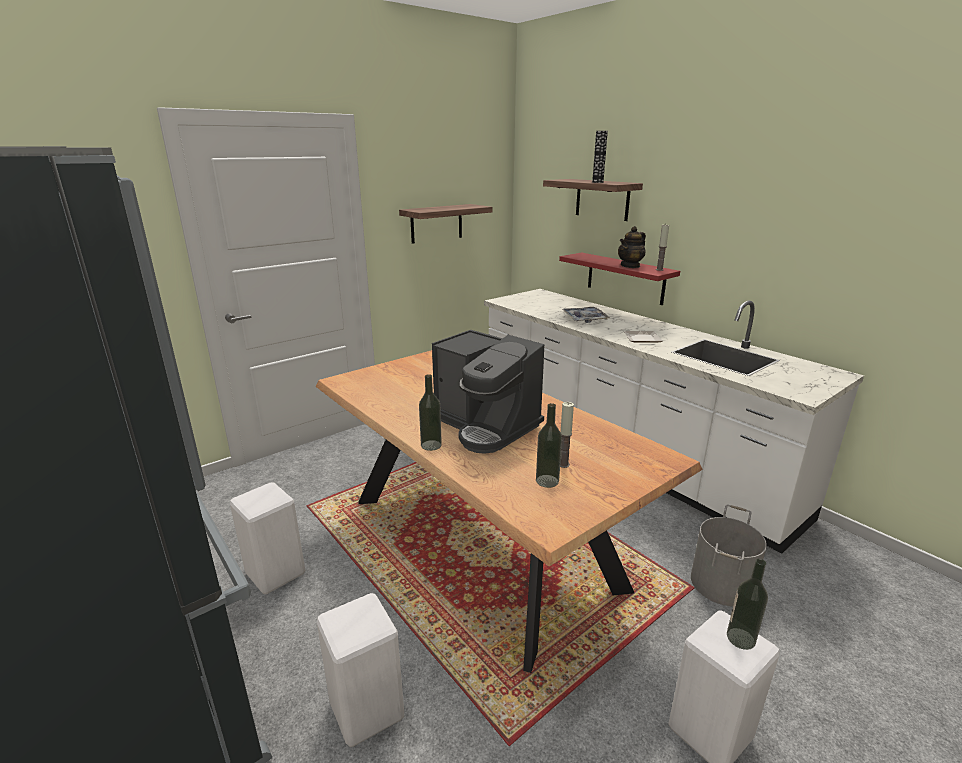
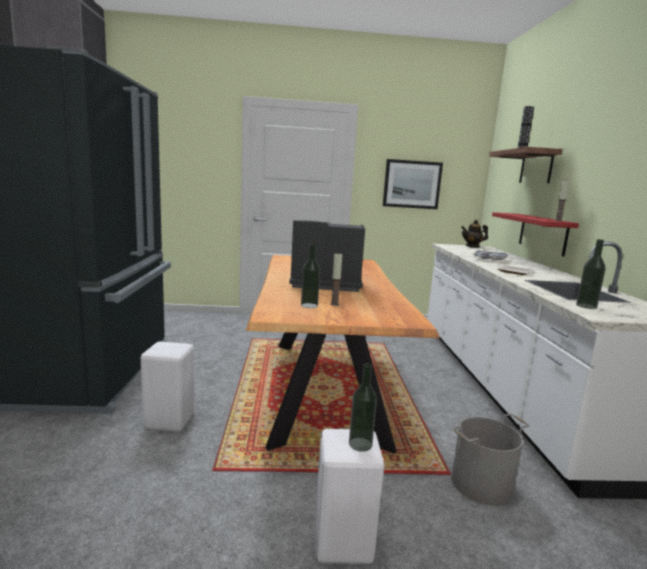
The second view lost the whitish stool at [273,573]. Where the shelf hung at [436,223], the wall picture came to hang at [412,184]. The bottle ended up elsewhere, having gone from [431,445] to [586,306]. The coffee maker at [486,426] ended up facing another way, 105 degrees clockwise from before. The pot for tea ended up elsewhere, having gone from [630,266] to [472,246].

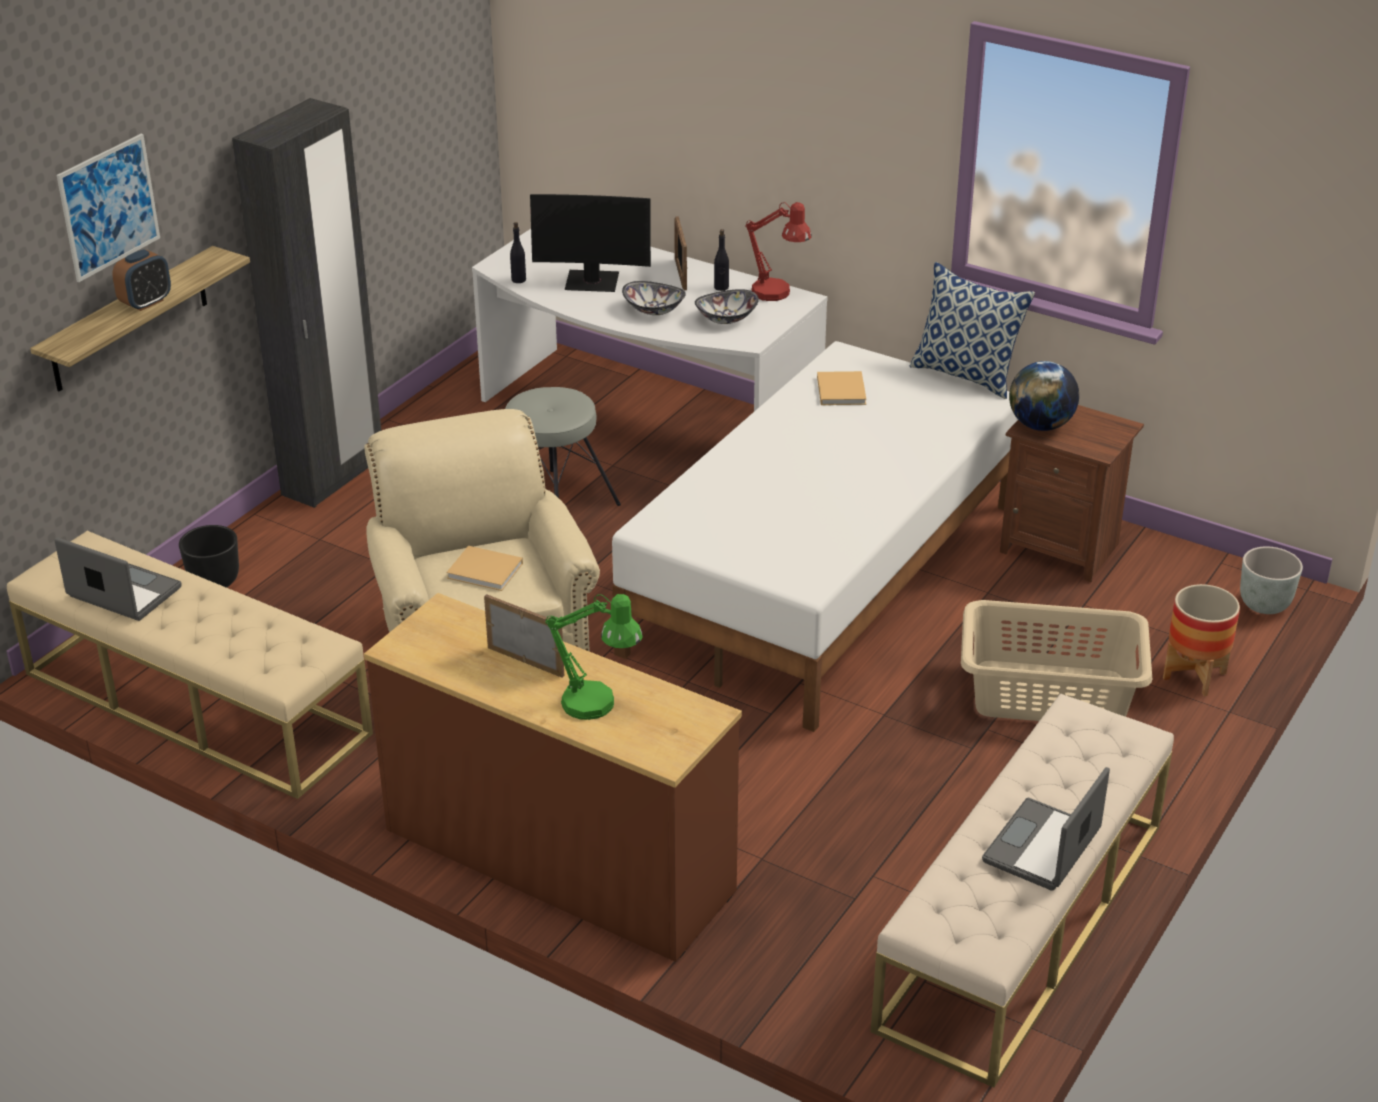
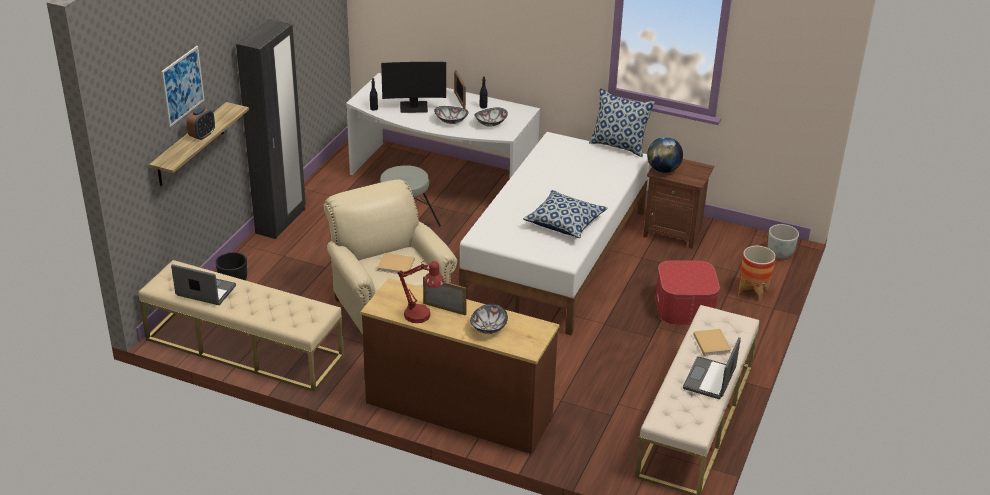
Where the green lamp for a table stood at [598,706], the deep dish came to stand at [488,328]. The reddish lamp for a table ended up elsewhere, having gone from [777,294] to [422,317]. The beige-coloured volume ended up elsewhere, having gone from [841,389] to [711,342]. Where the beige-coloured hamper stood at [1050,695], the pouffe came to stand at [684,307]. The second view gained the throw pillow at [565,223].

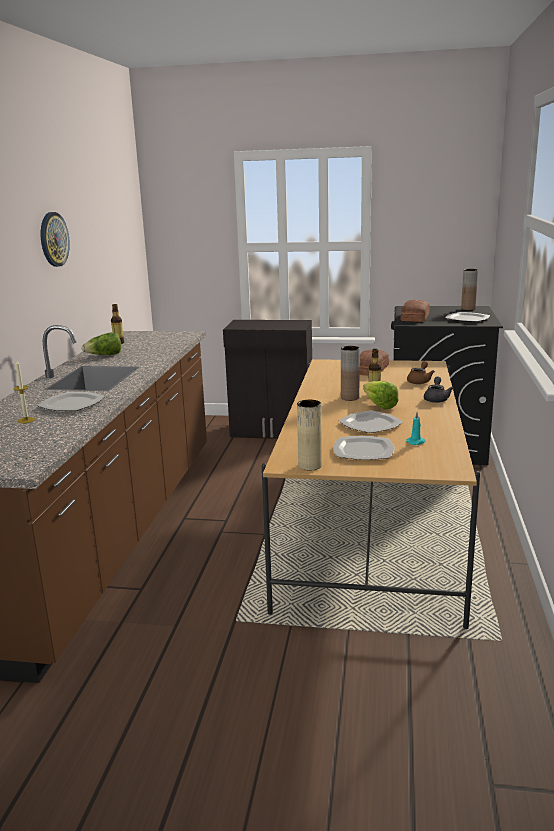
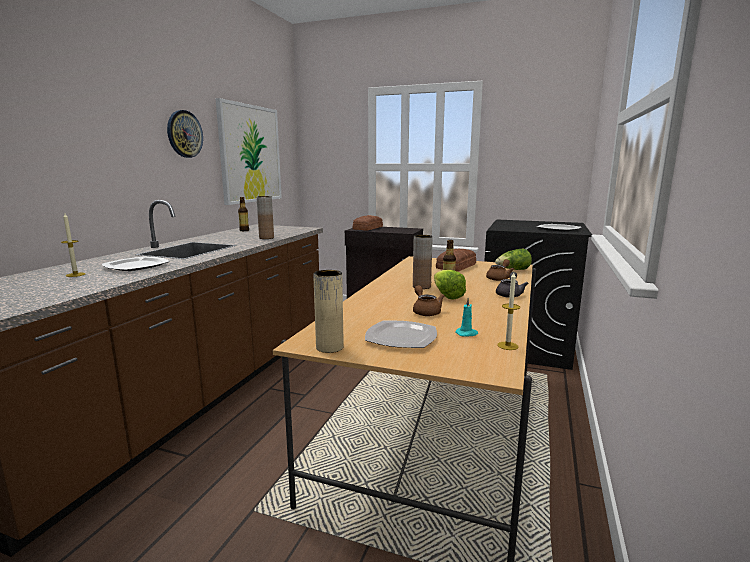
The lettuce ended up elsewhere, having gone from [104,355] to [513,270]. Where the dinner plate stood at [369,424], the brownish pot for tea came to stand at [425,311]. The baked bread ended up elsewhere, having gone from [414,317] to [367,228]. The brownish decorative vase ended up elsewhere, having gone from [468,309] to [266,238]. The second view gained the wall picture at [250,154]. The second view gained the wax light at [507,346].

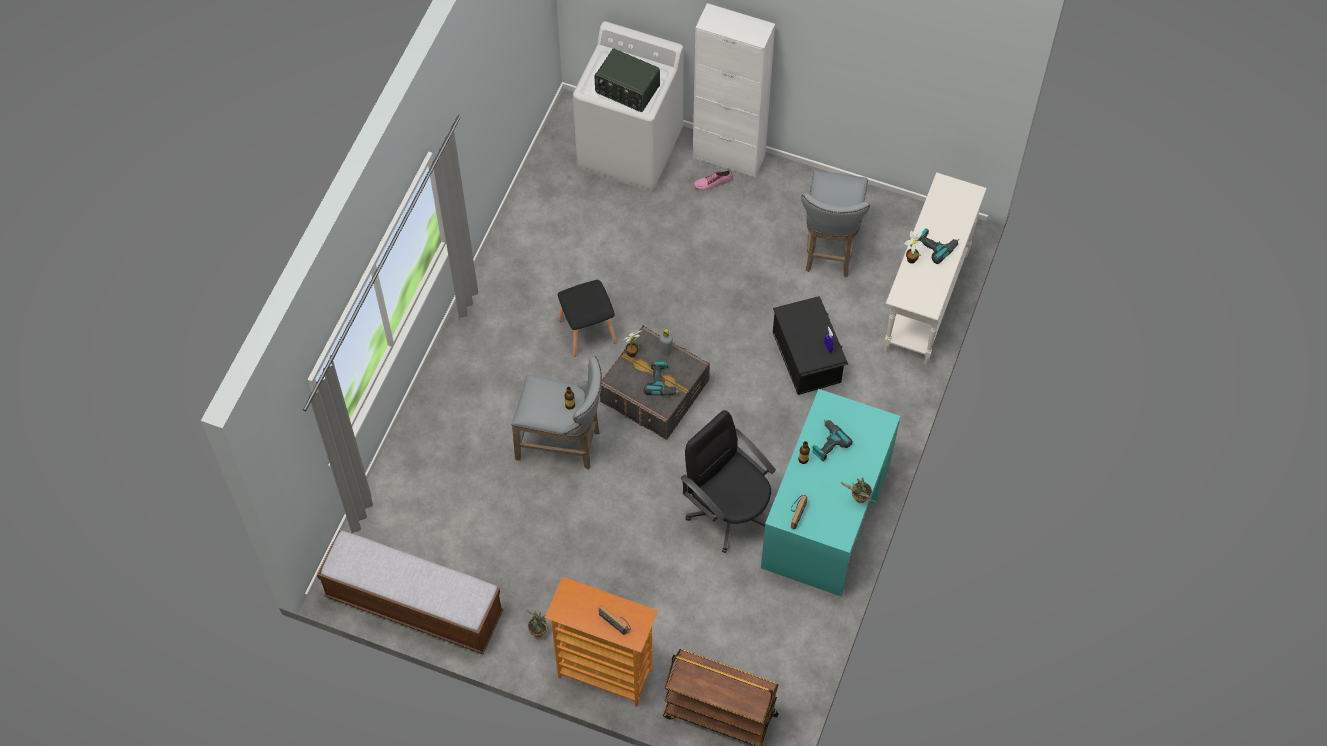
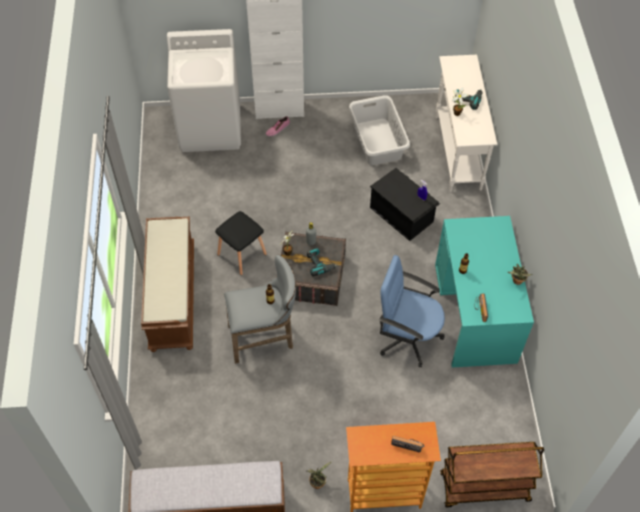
The second view lost the radio at [627,90]. What was the black office chair at [729,511] turned into the blue office chair at [407,336]. Where the greyish stool stood at [829,248], the greyish hamper came to stand at [377,142]. The second view lost the power drill at [827,443]. The second view gained the brownish long seat at [172,296].

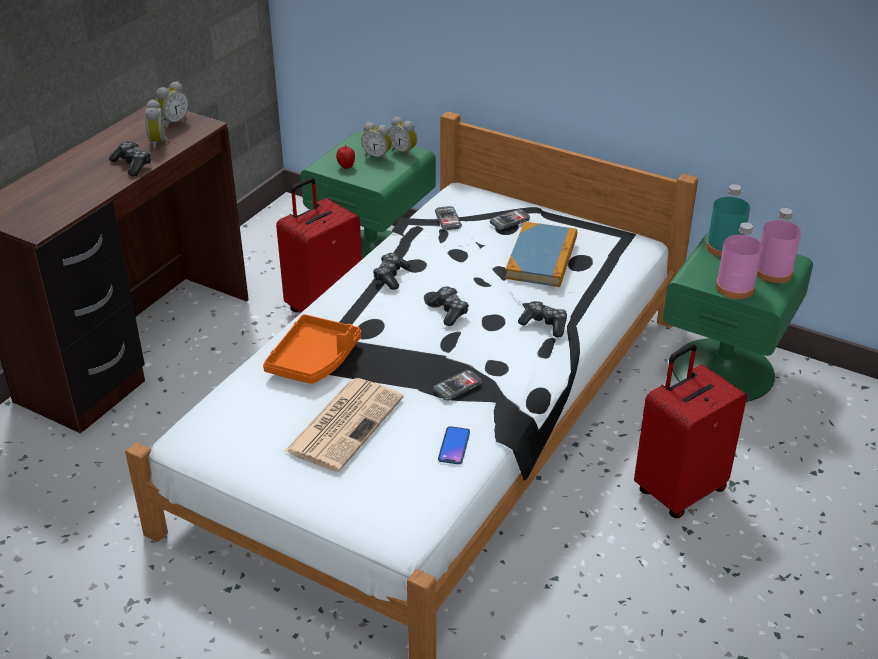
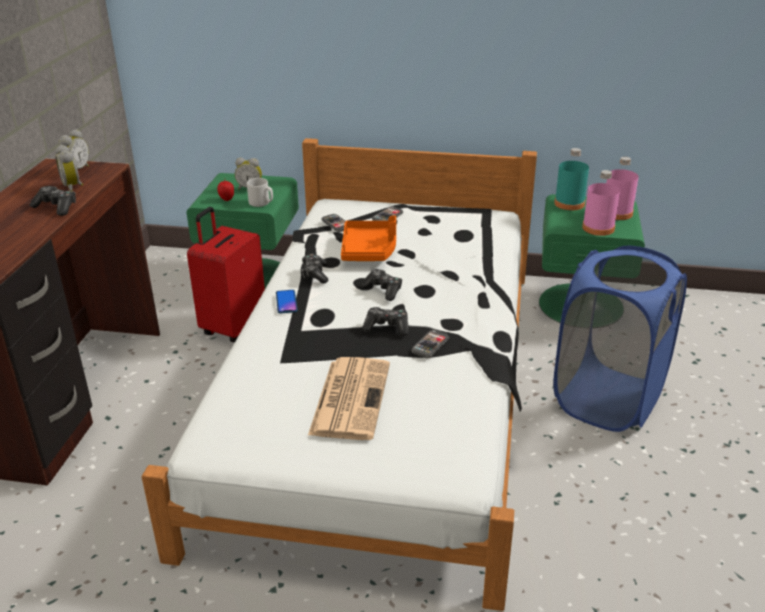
The orange carrying tray ended up elsewhere, having gone from [314,360] to [369,250]. The second view lost the bedside clock at [404,152]. The phone ended up elsewhere, having gone from [454,446] to [286,302]. The second view lost the volume at [542,258]. The gamepad ended up elsewhere, having gone from [544,324] to [387,327]. Where the reddish travel case stood at [678,490], the blue hamper came to stand at [607,399]. The second view gained the greyish tea mug at [261,203].

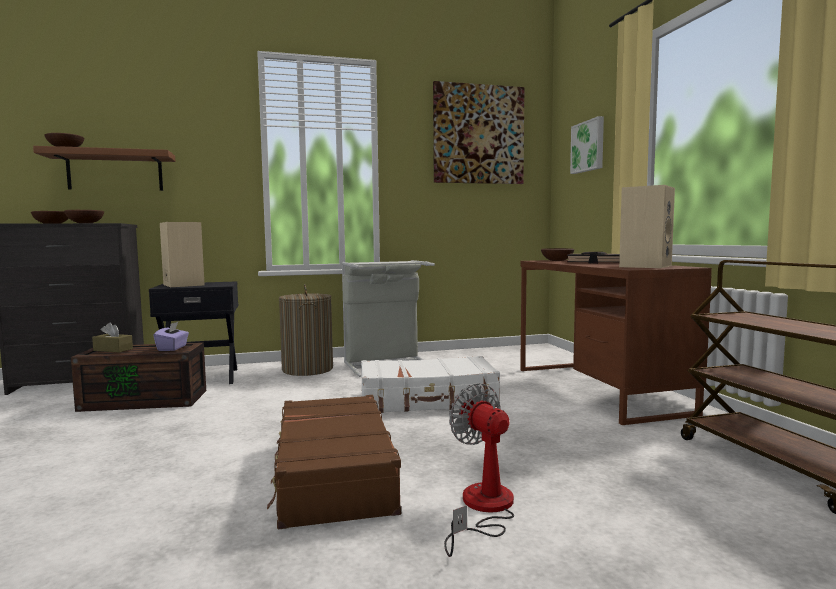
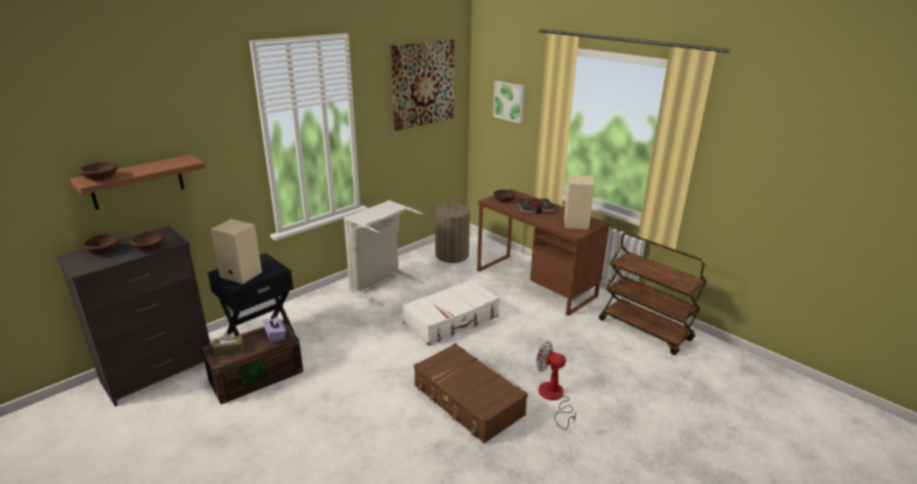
The hamper ended up elsewhere, having gone from [307,369] to [452,255].

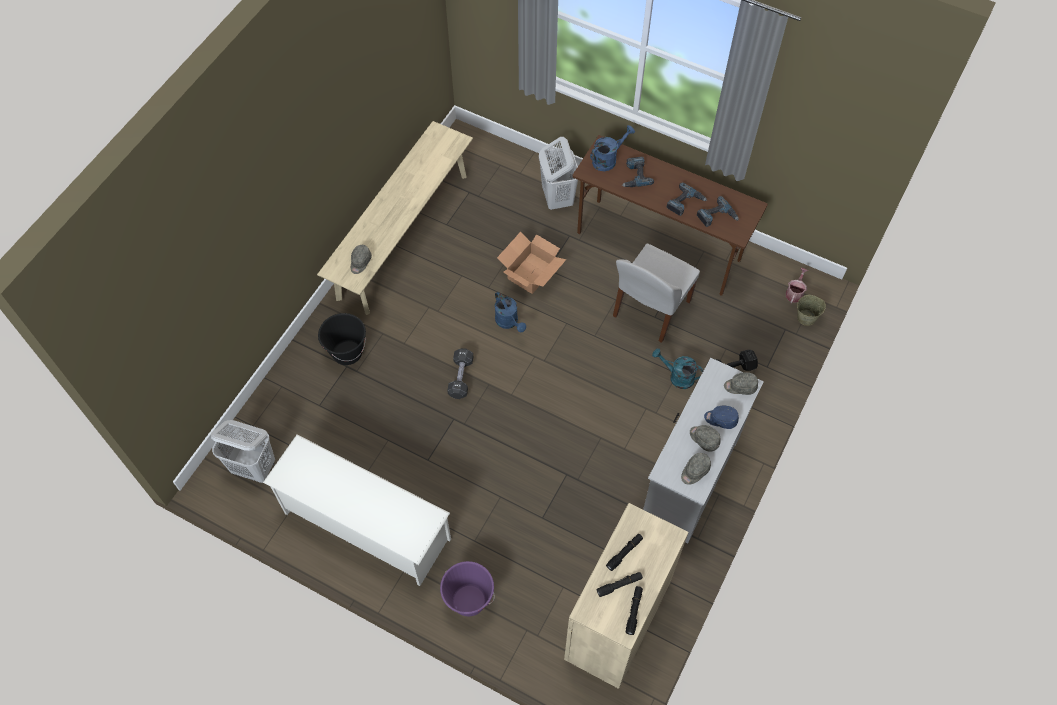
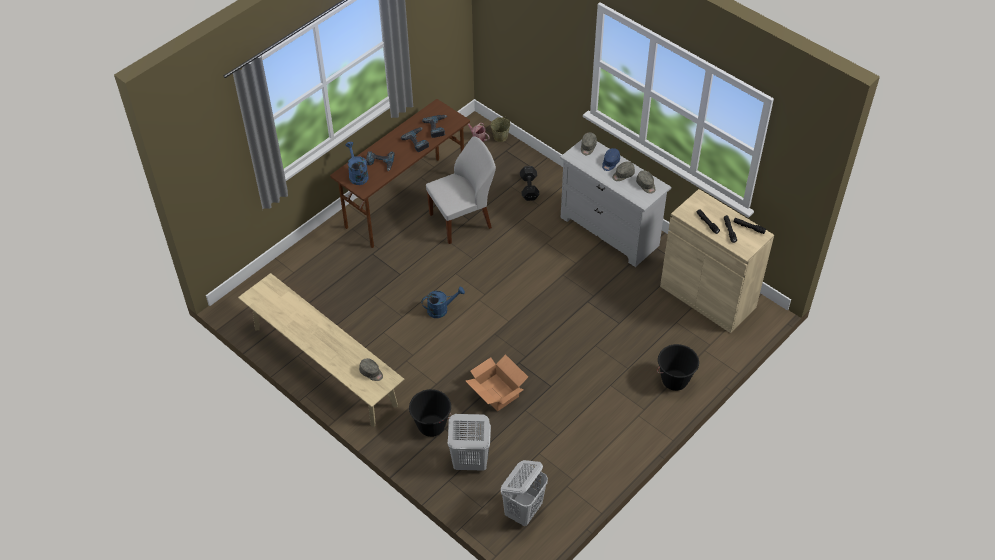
The second view lost the whitish shoe stand at [365,526]. What was the purplish water bucket at [469,600] turned into the black water bucket at [675,380]. The second view lost the black free weight at [461,378]. The carton ended up elsewhere, having gone from [530,273] to [496,393]. The whitish hamper ended up elsewhere, having gone from [557,198] to [469,462]. The whitish upright chair at [650,310] ended up facing another way, 75 degrees counterclockwise from before. The second view lost the turquoise-coloured sprinkling can at [677,376].

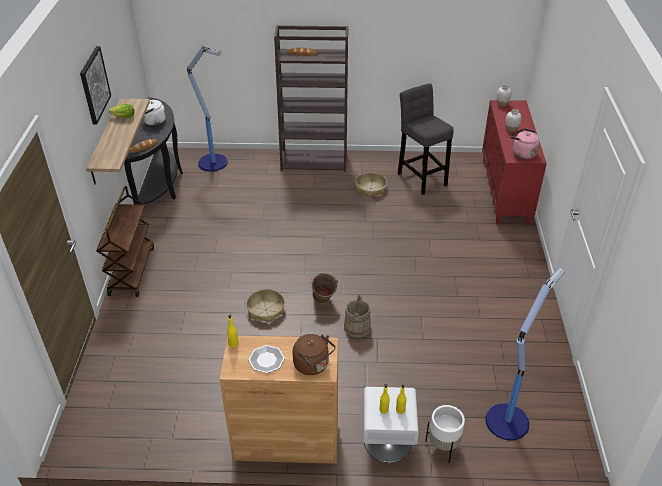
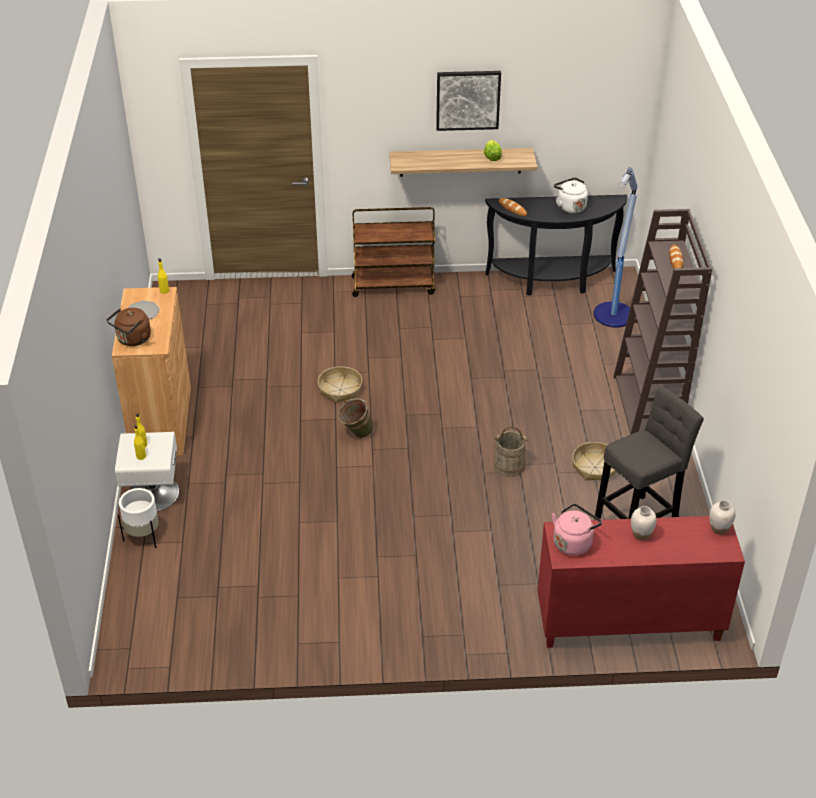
The beige-coloured water bucket ended up elsewhere, having gone from [357,327] to [509,465]. The second view lost the standing lamp at [507,420].

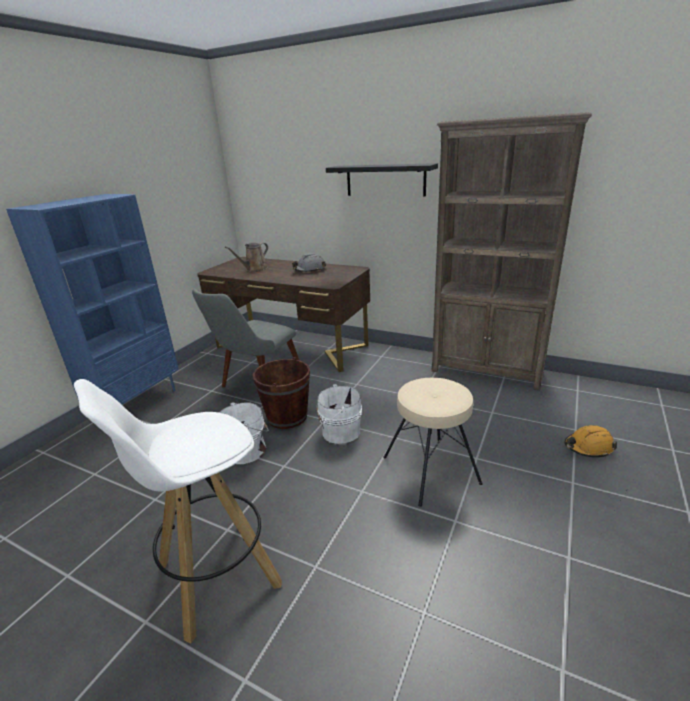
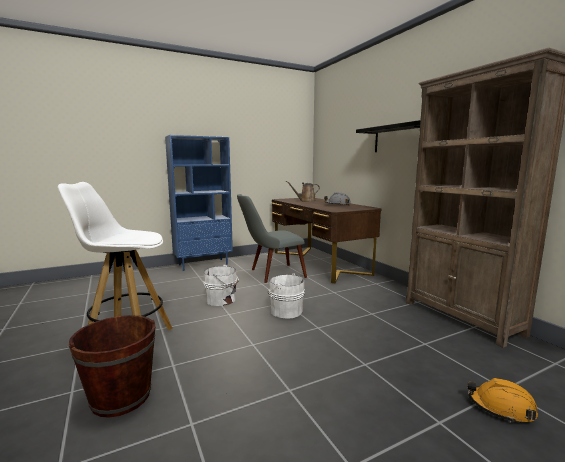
The brownish water bucket ended up elsewhere, having gone from [287,417] to [121,397]. The second view lost the beige-coloured stool at [431,469].

